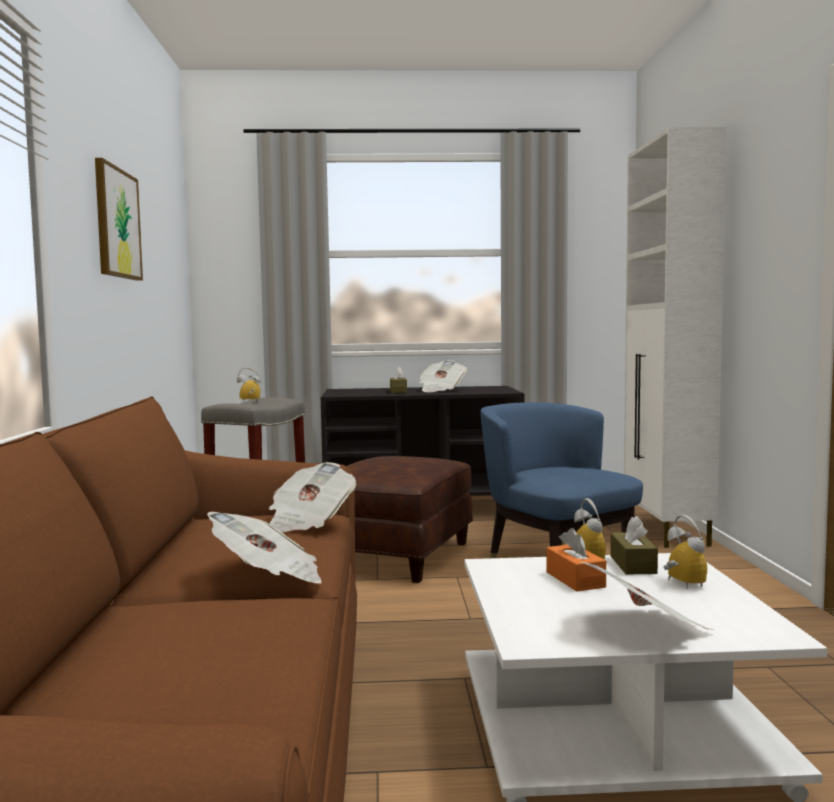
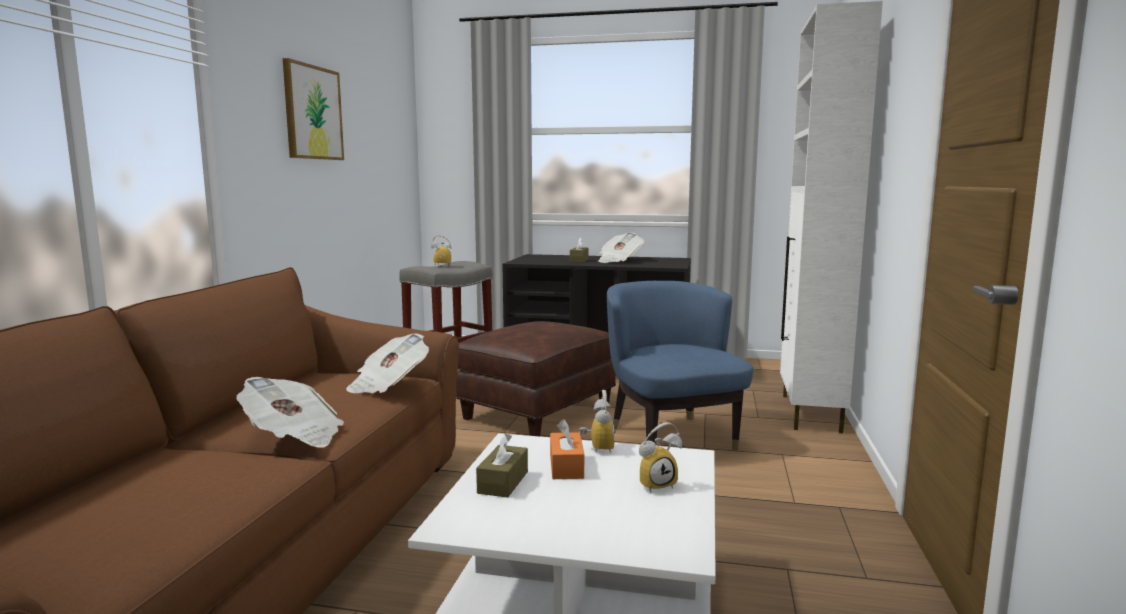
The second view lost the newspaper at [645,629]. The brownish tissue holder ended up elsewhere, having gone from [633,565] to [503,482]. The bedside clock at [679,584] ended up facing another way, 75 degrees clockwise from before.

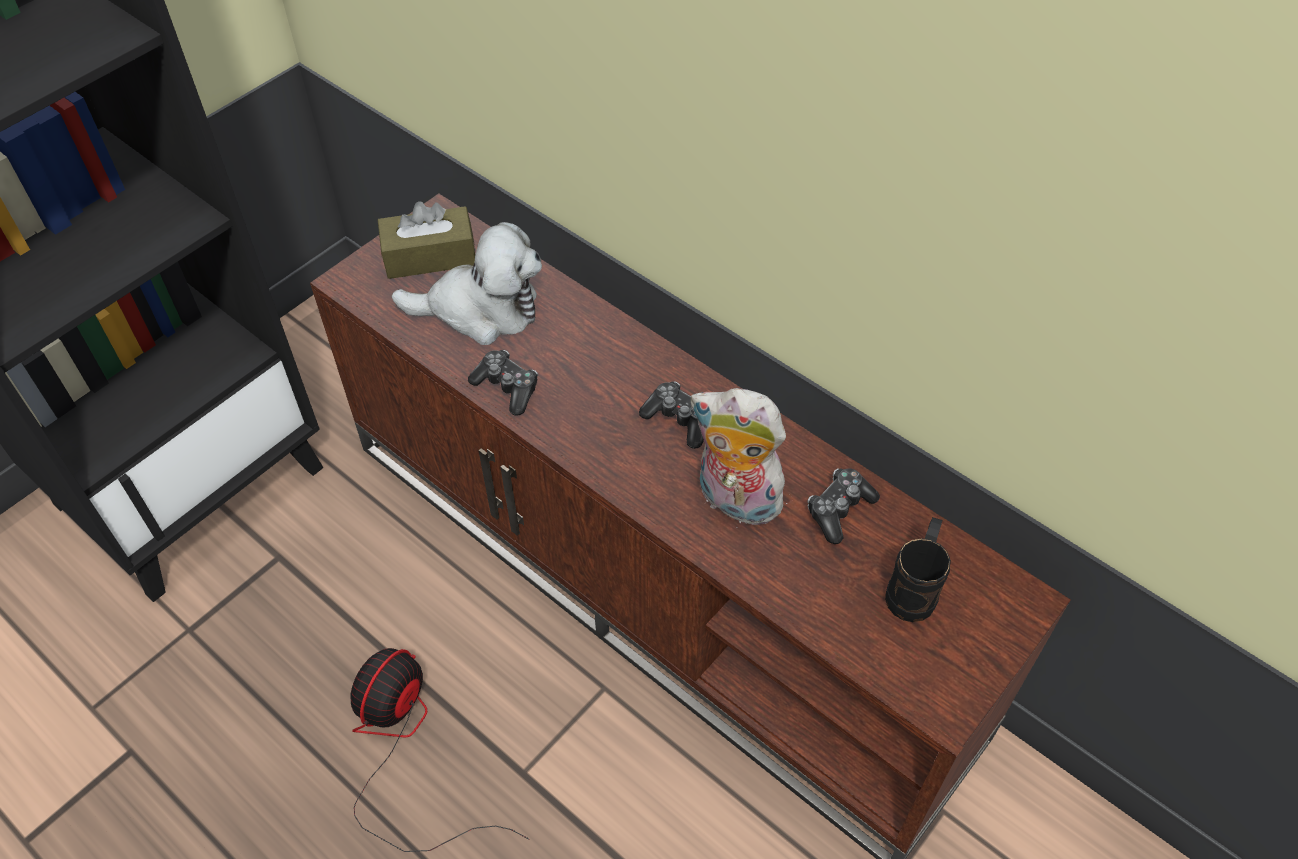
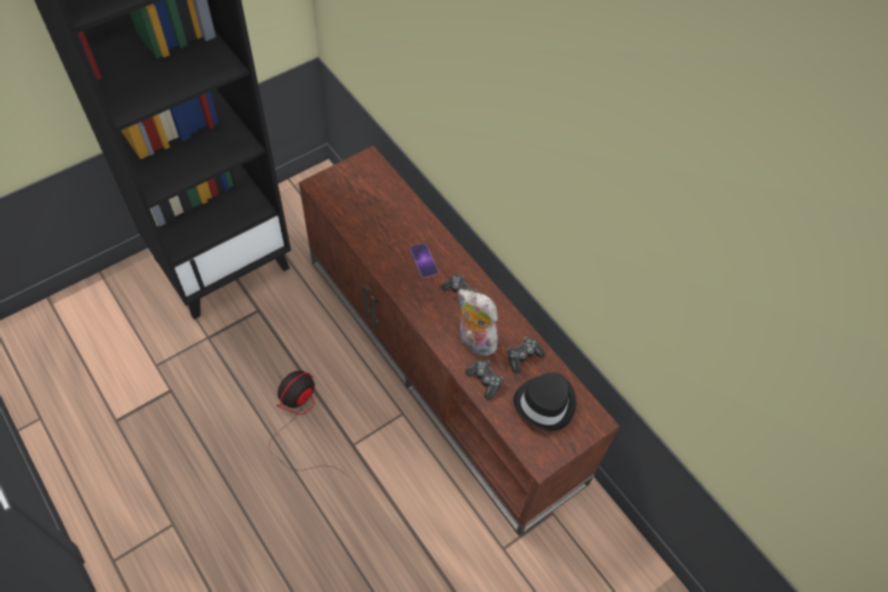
The second view lost the brownish tissue holder at [430,256]. The second view lost the plush toy at [481,310]. The gamepad ended up elsewhere, having gone from [507,388] to [485,380]. Where the black tea mug stood at [914,589], the black hat came to stand at [546,403]. The second view gained the phone at [423,260].

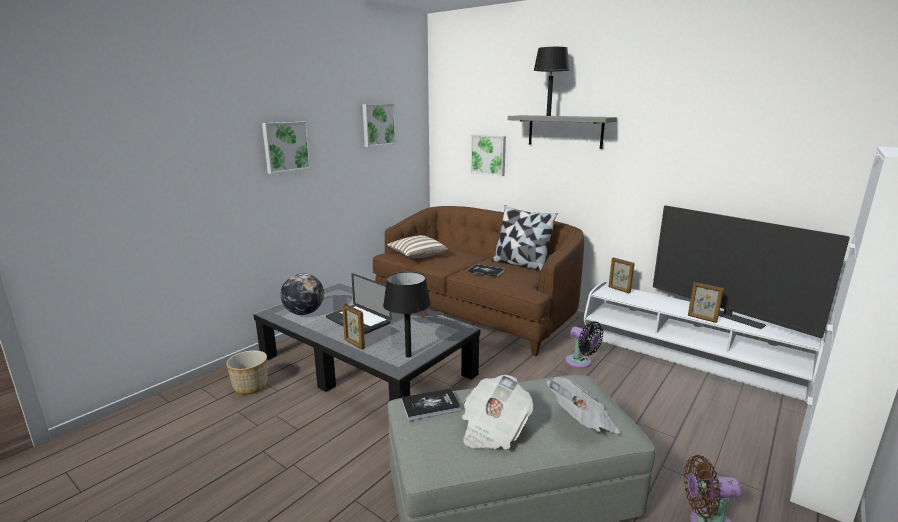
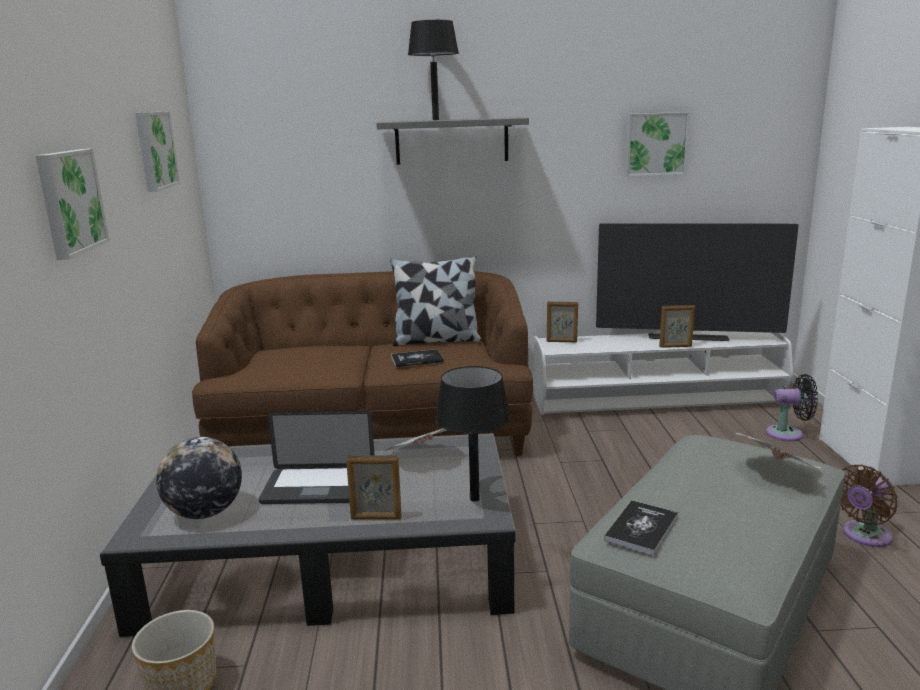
The second view lost the throw pillow at [417,256]. The second view lost the newspaper at [493,429]. The wall picture ended up elsewhere, having gone from [488,155] to [655,144]. The black electric fan ended up elsewhere, having gone from [581,363] to [788,434].

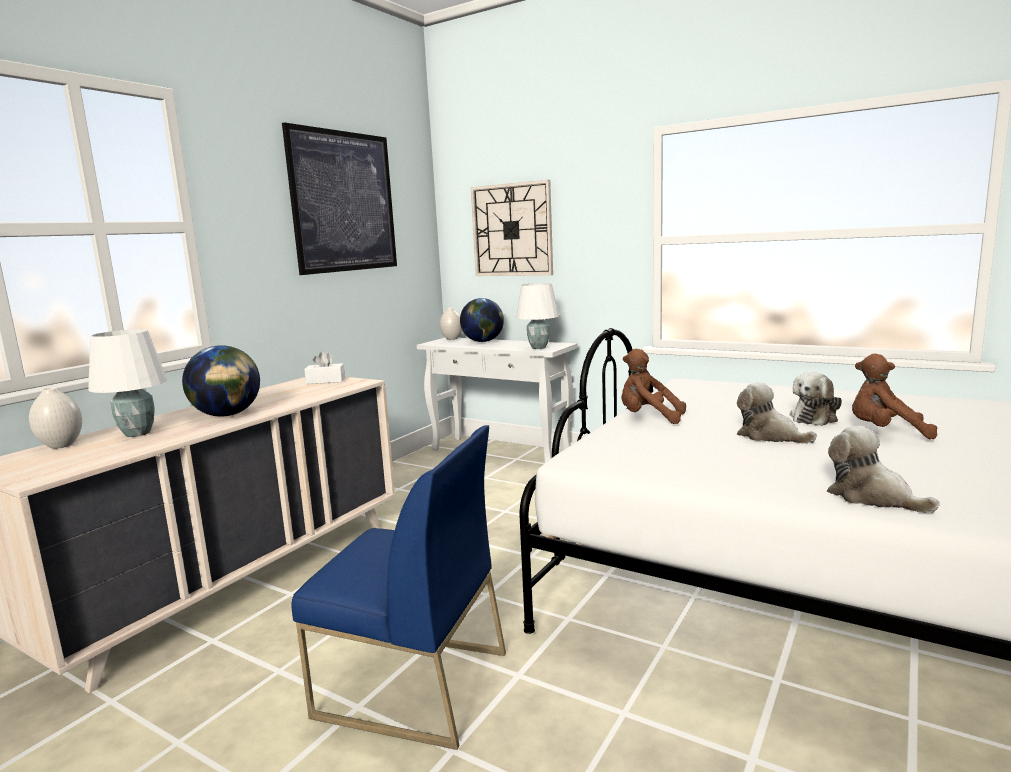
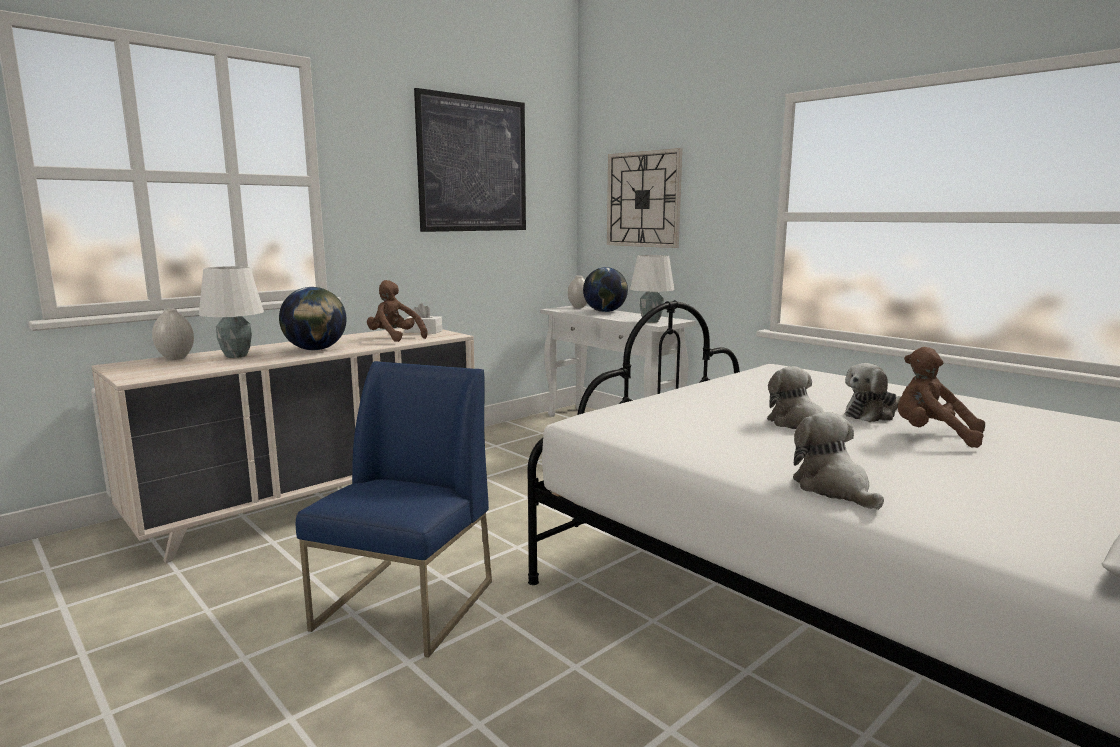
The blue upright chair at [411,684] ended up facing another way, 105 degrees counterclockwise from before. The brownish plush toy ended up elsewhere, having gone from [648,418] to [395,338].

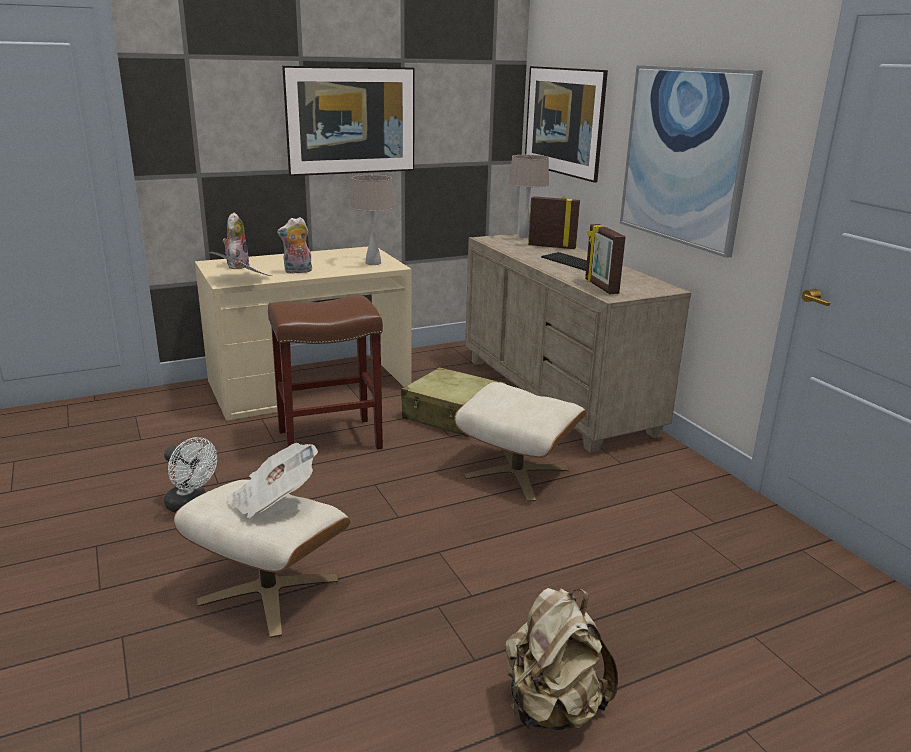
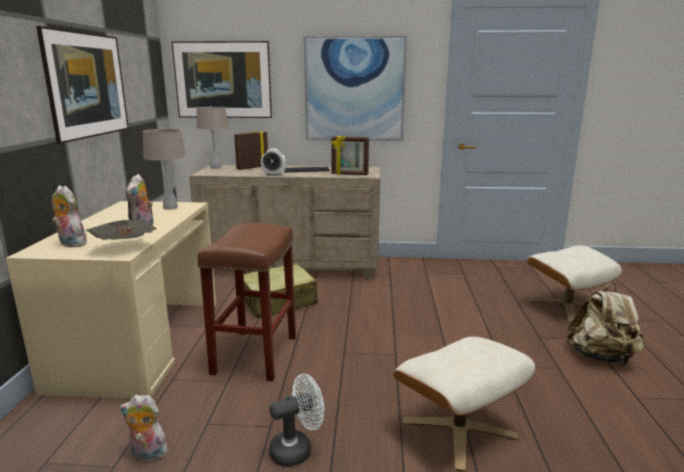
The second view lost the newspaper at [273,499]. The beige-coloured pouffe ended up elsewhere, having gone from [517,473] to [567,306]. The second view gained the plush toy at [147,454]. The second view gained the bedside clock at [273,175].

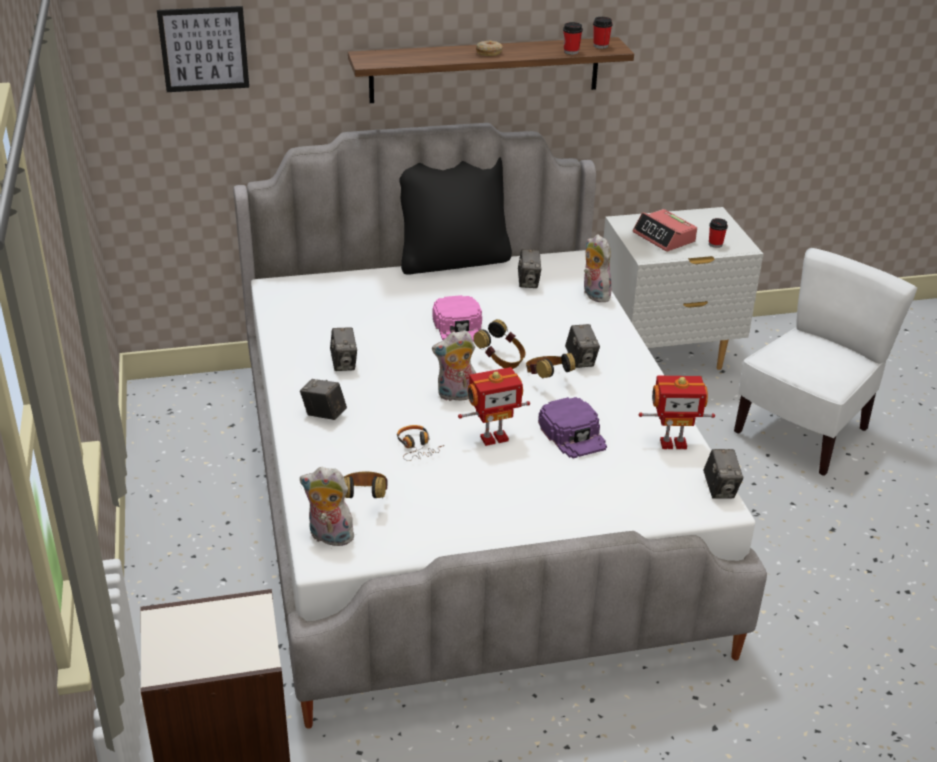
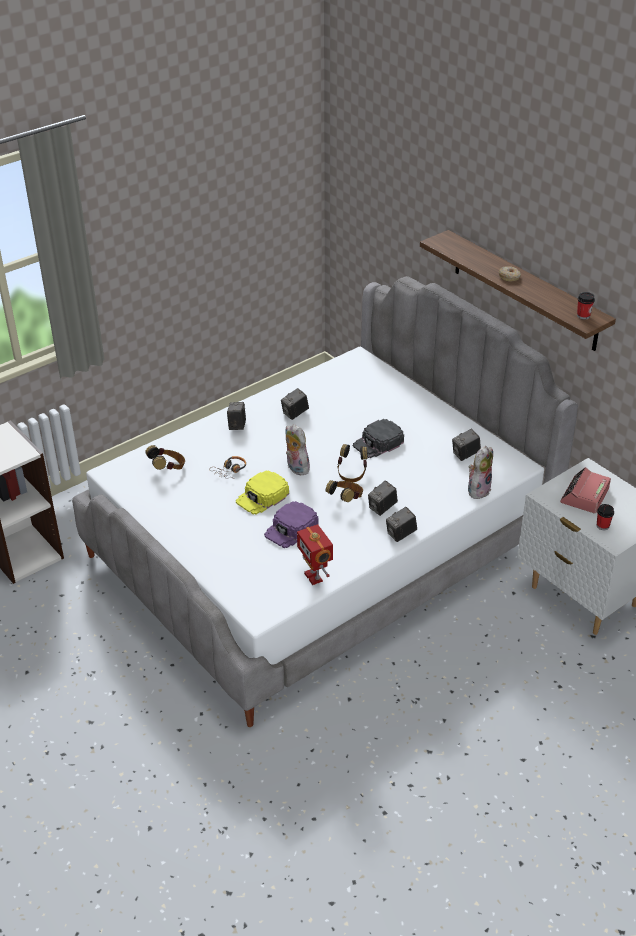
The second view lost the wall picture at [204,49]. The second view lost the plush toy at [329,537]. The second view lost the black throw pillow at [452,260]. What was the pink cap at [459,326] turned into the black cap at [378,443]. Where the robot figure stood at [493,437], the yellowish cap came to stand at [262,497]. The second view lost the small cup at [571,52]. The still camera ended up elsewhere, having gone from [720,489] to [401,534]. The second view lost the whitish upright chair at [803,432].

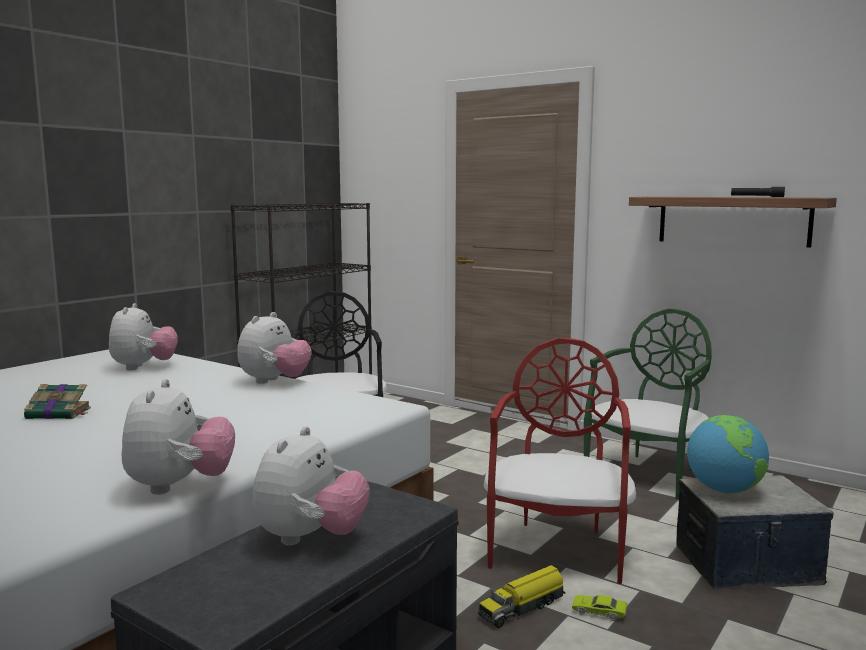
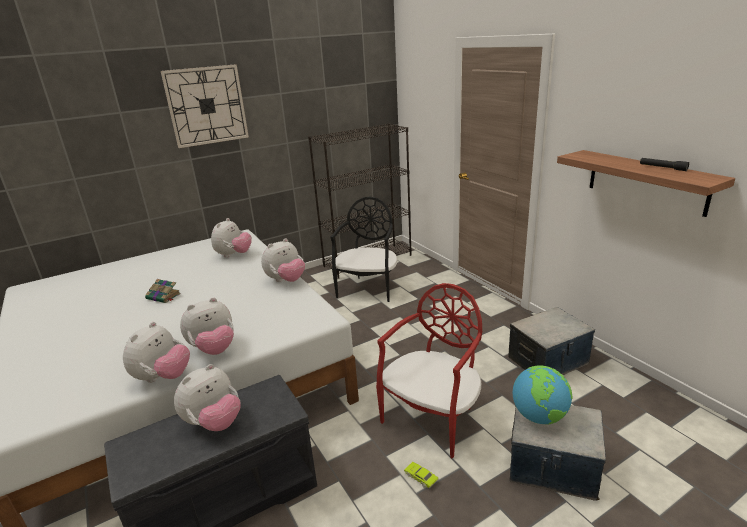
The second view lost the toy lorry at [523,607]. Where the green upright chair stood at [648,473], the storage container came to stand at [548,361]. The second view gained the hanging clock at [206,106]. The second view gained the plush toy at [214,349].

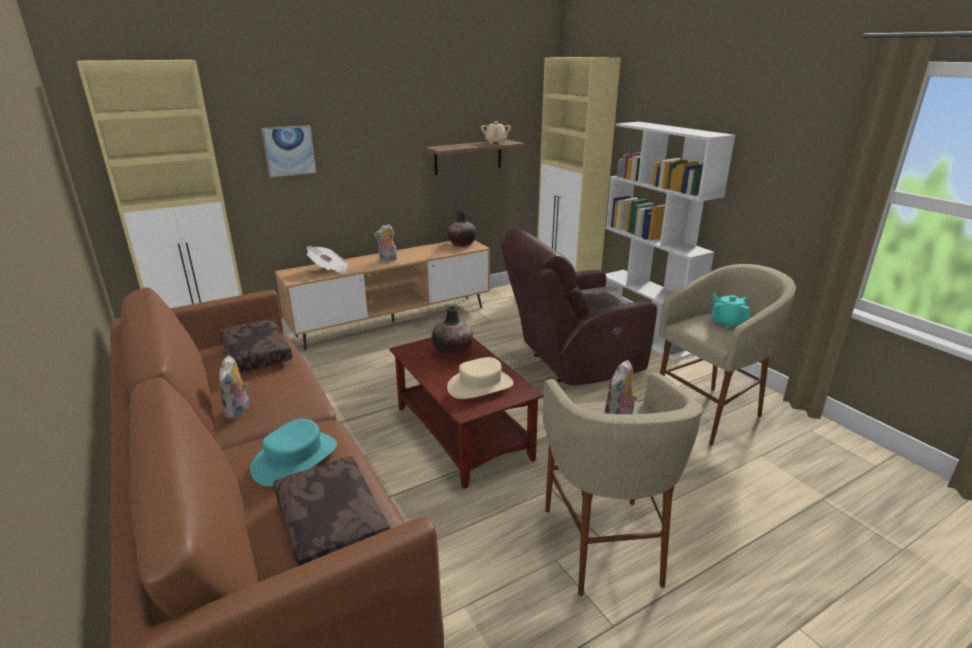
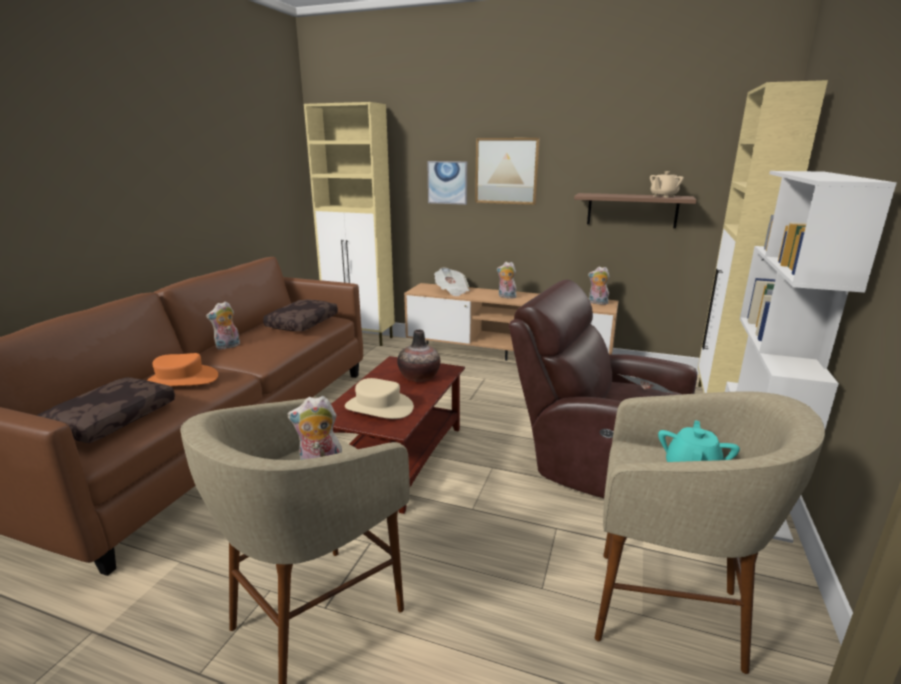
What was the turquoise-coloured hat at [295,459] turned into the orange hat at [181,380]. Where the decorative vase stood at [462,244], the plush toy came to stand at [597,303]. The second view gained the wall picture at [506,171].

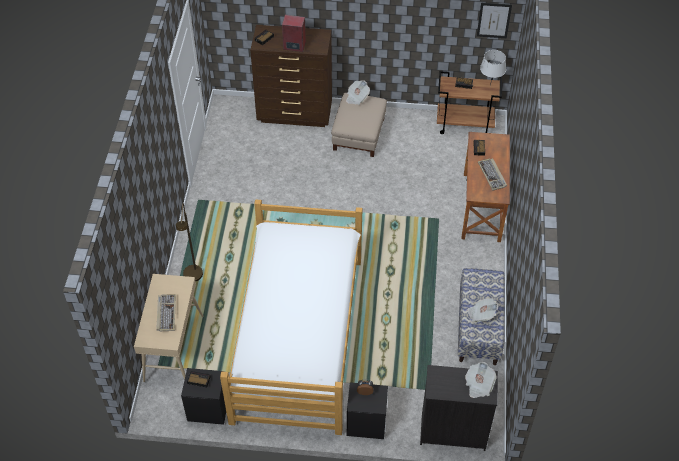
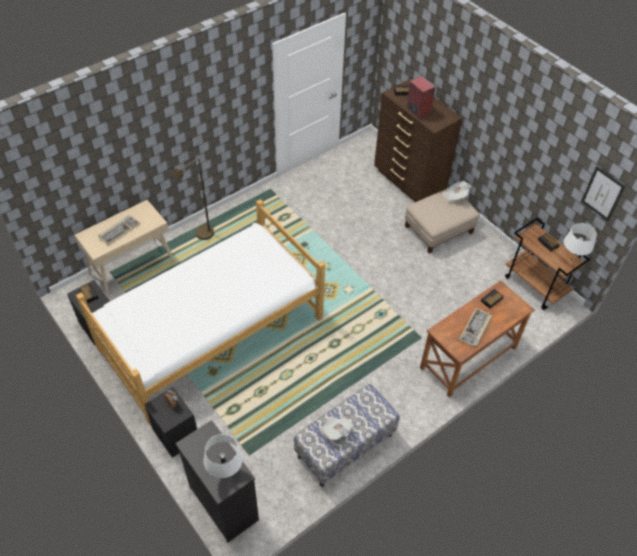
Where the newspaper stood at [478,385], the whitish lamp for a table came to stand at [225,474].

